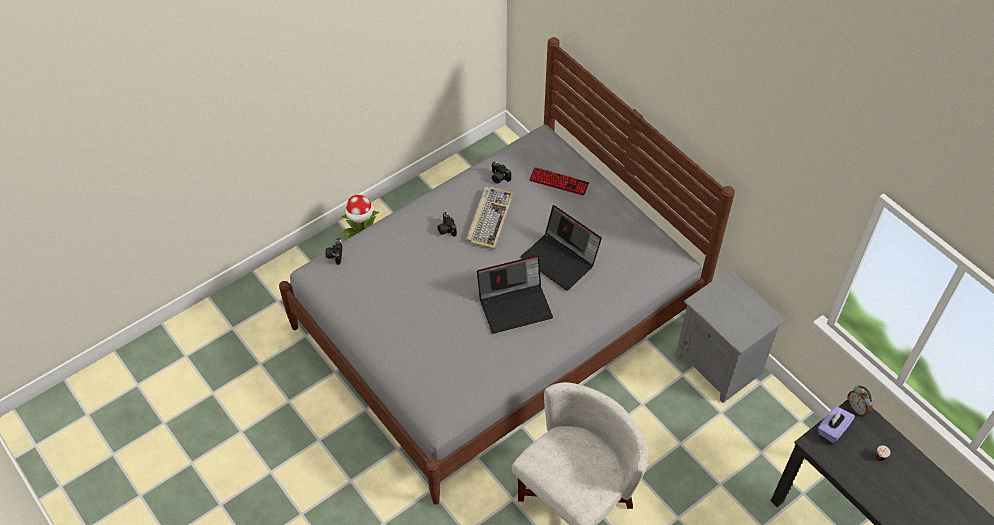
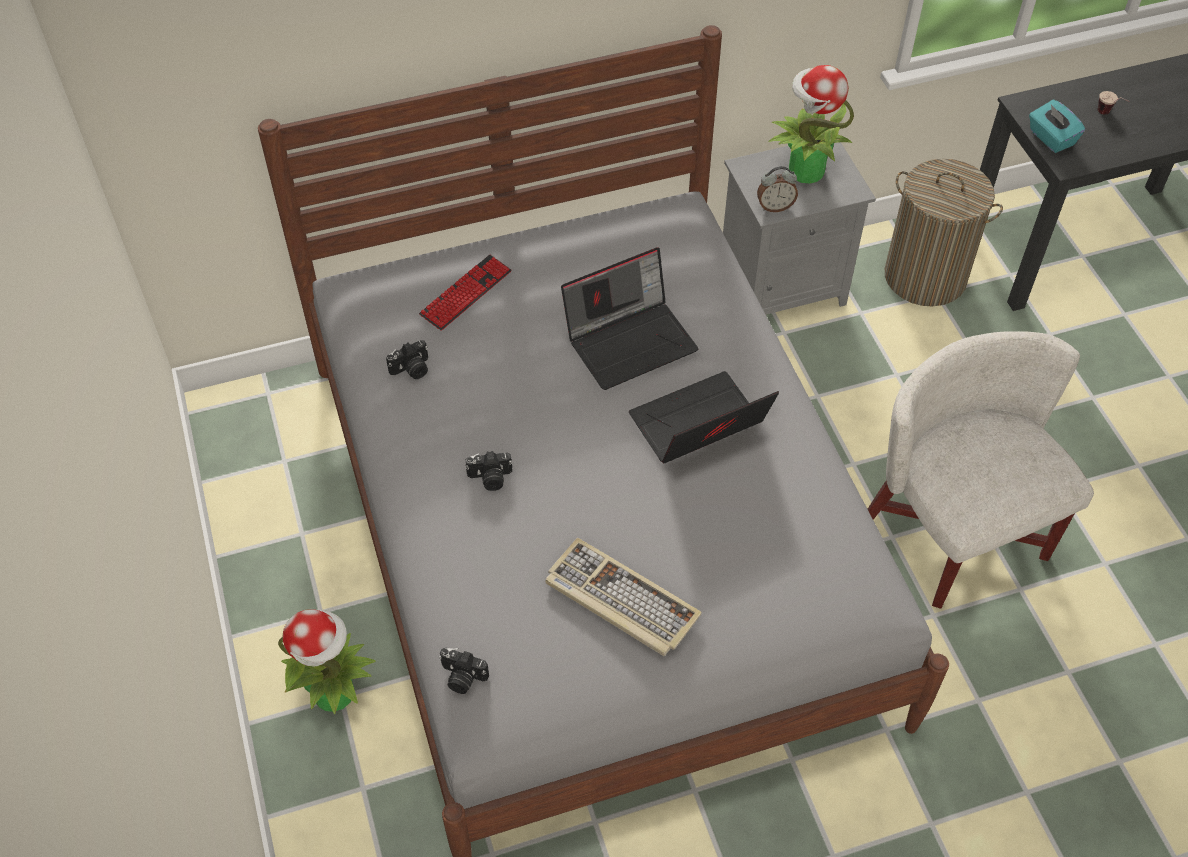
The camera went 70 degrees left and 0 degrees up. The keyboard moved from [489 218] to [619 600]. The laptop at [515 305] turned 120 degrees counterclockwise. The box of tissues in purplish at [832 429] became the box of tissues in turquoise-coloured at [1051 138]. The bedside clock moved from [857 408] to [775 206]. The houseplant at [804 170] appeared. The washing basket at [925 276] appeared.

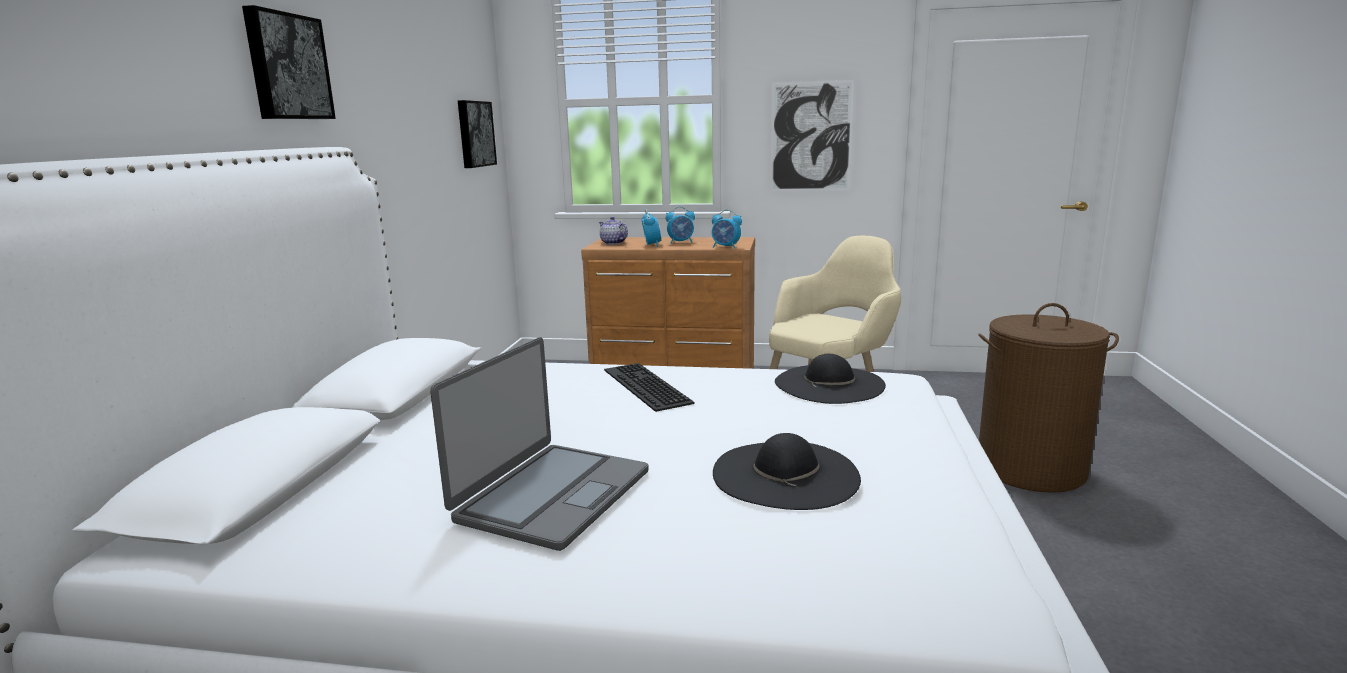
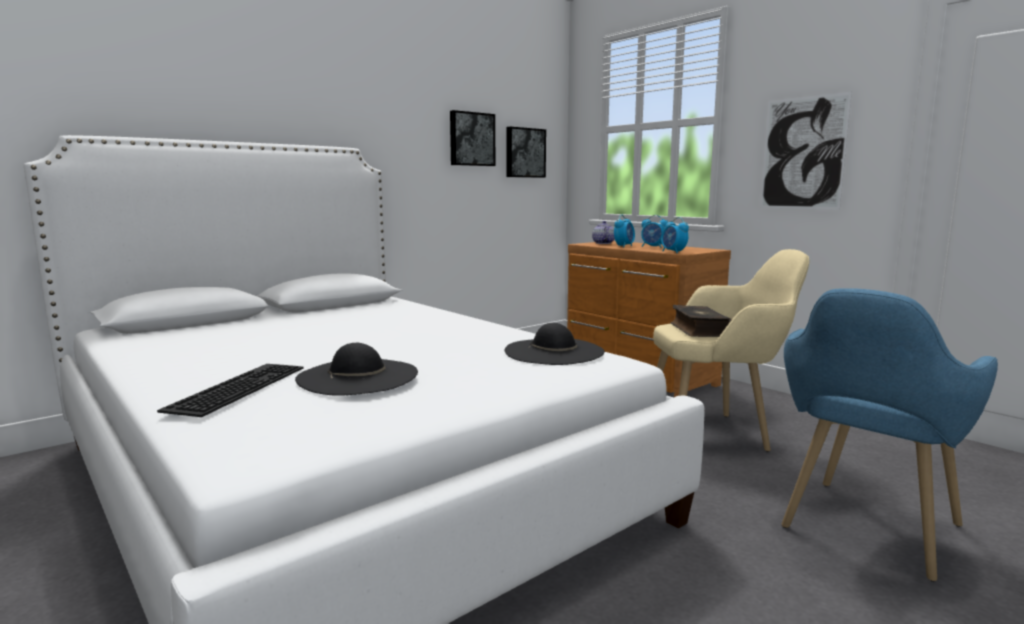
The camera went 40 degrees right and 5 degrees down. The picture moved from [287 67] to [471 139]. The laptop at [551 495] disappeared. The keyboard moved from [643 386] to [236 387]. The washing basket in brown at [1030 469] was replaced by the armchair in blue-coloured at [864 536]. The bound book at [699 330] appeared.

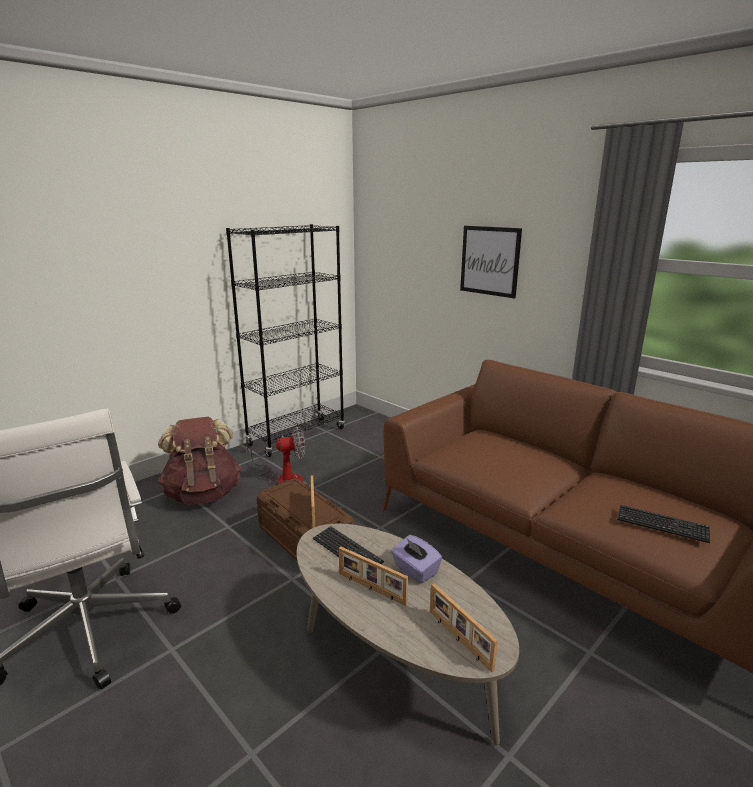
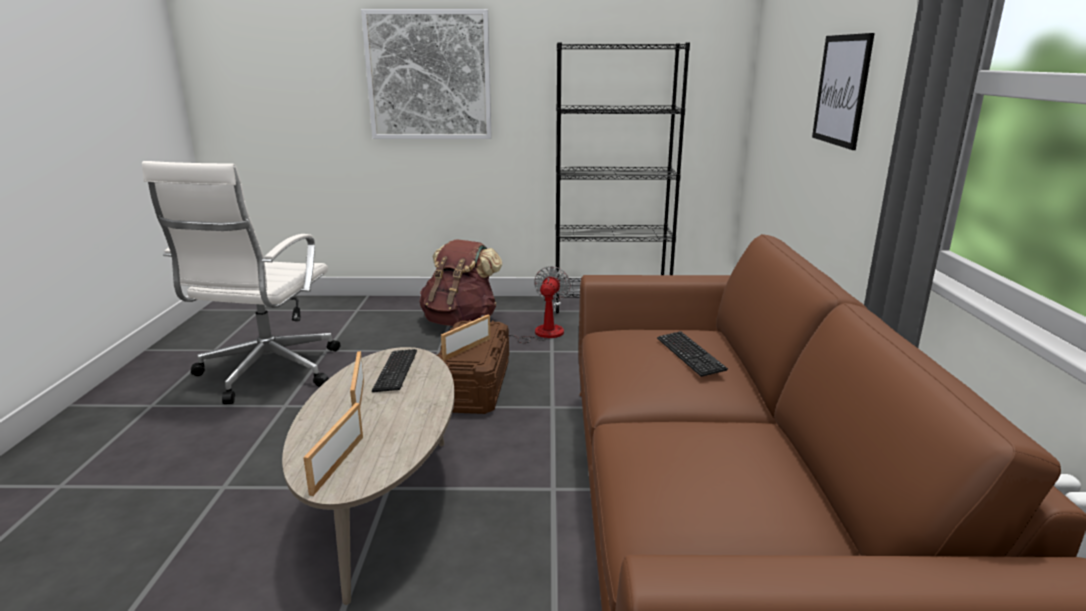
The camera went 45 degrees right and 0 degrees up. The fan at [282 478] turned 105 degrees counterclockwise. The box of tissues in purplish at [415 570] disappeared. The keyboard moved from [662 525] to [690 355]. The picture at [429 75] appeared.

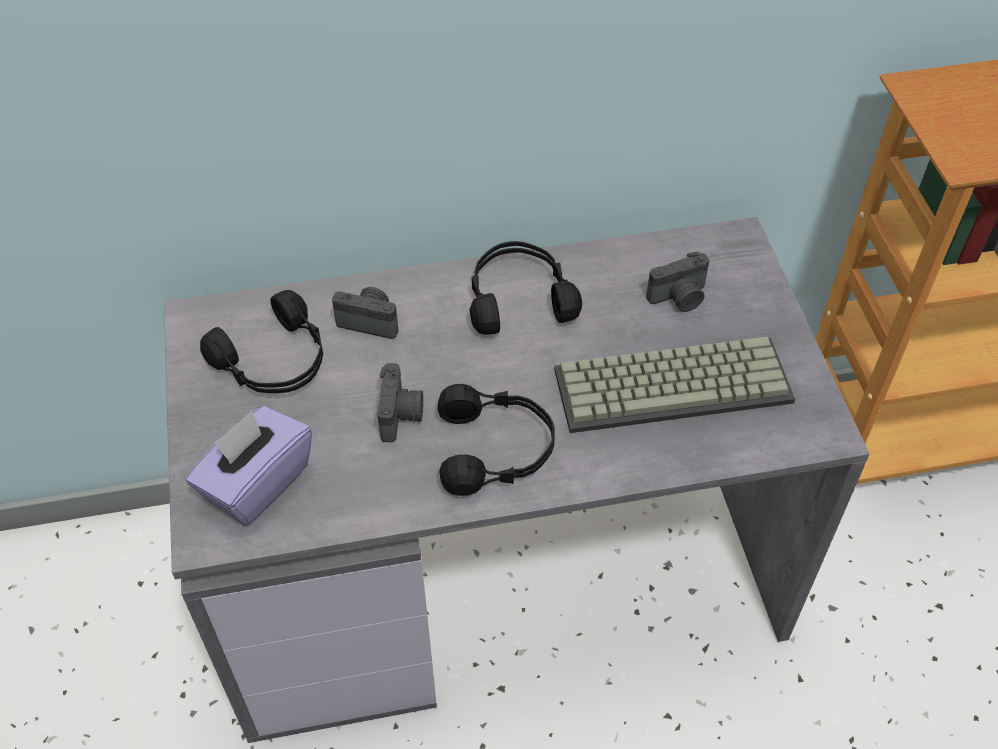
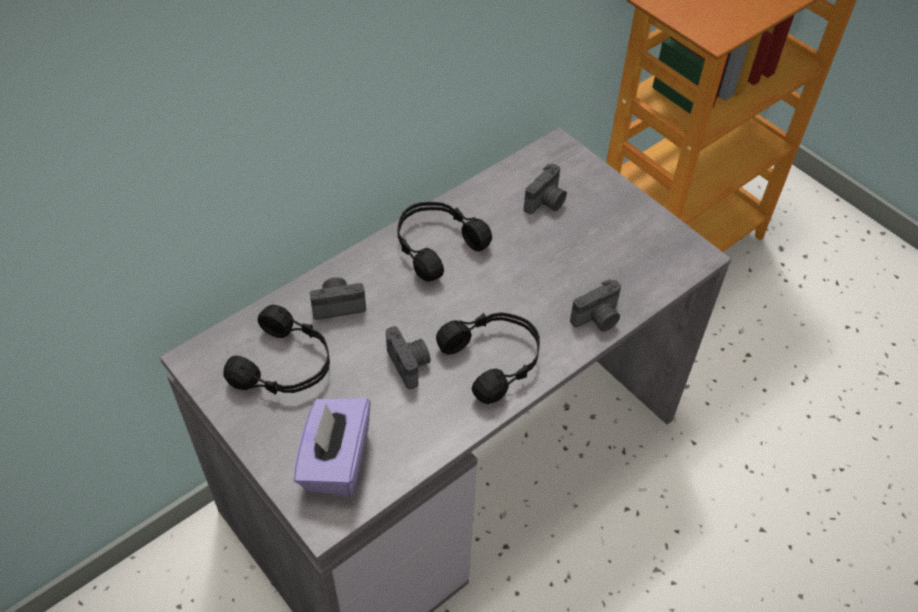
The camera went 30 degrees left and 0 degrees up. The keyboard at [674 383] disappeared. The still camera at [598 319] appeared.

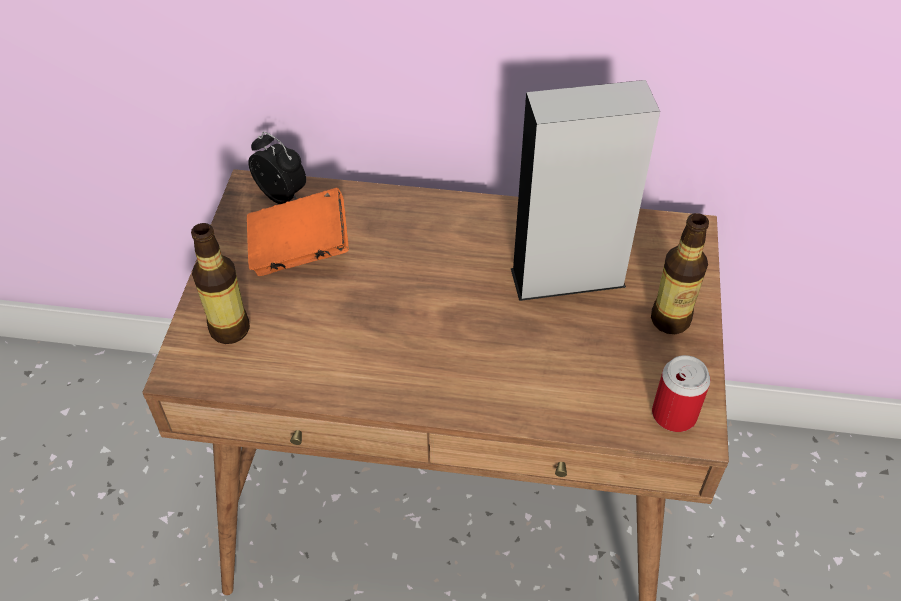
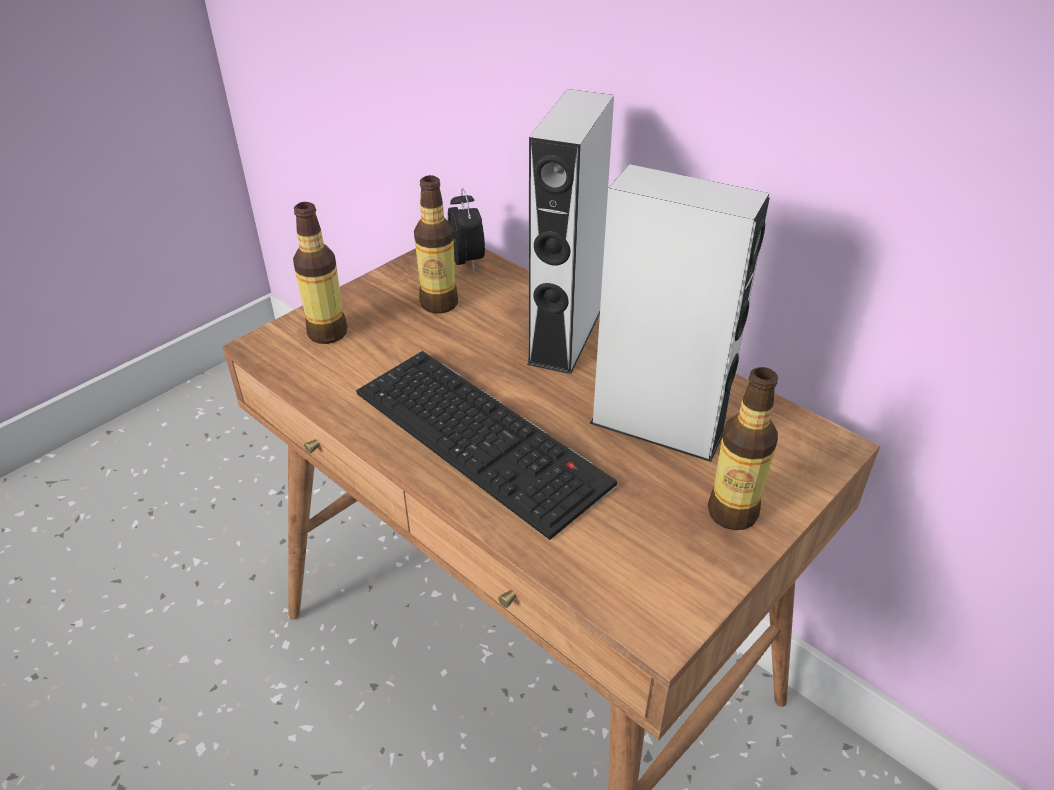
The camera went 35 degrees right and 10 degrees down. The bound book in orange-coloured at [300 250] was replaced by the drink bottle at [439 304]. The metal can at [674 414] disappeared. The keyboard at [484 437] appeared. The audio speaker in greyish at [565 336] appeared.

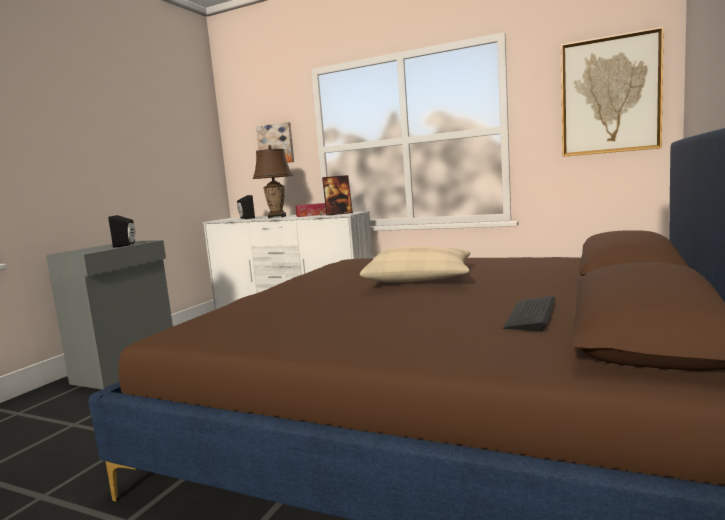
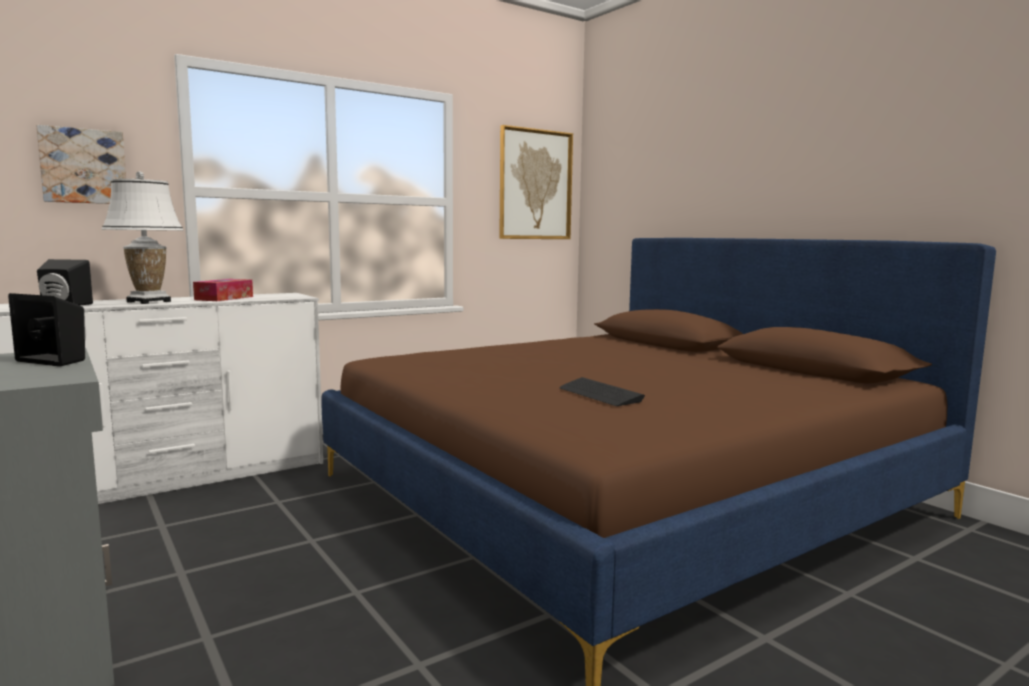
The camera went 60 degrees left and 0 degrees up. The lamp for a table in brown at [277 217] became the lamp for a table in white at [149 302]. The picture frame at [339 214] disappeared. The throw pillow in beige at [419 278] disappeared. The keyboard moved from [530 315] to [599 394].

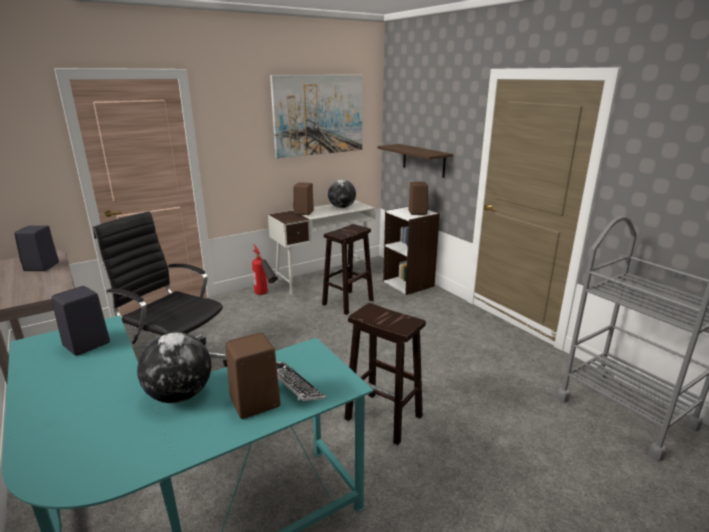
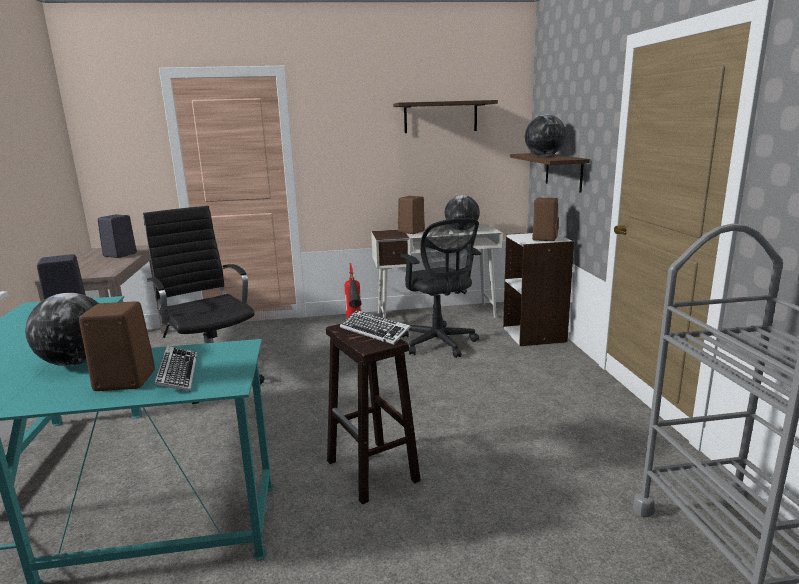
The camera went 25 degrees right and 5 degrees down. The picture at [319 115] was replaced by the shelf at [440 117]. The sitting stool in brown at [347 302] was replaced by the office chair in blackish at [439 344]. The keyboard at [374 331] appeared. The world globe at [544 156] appeared.

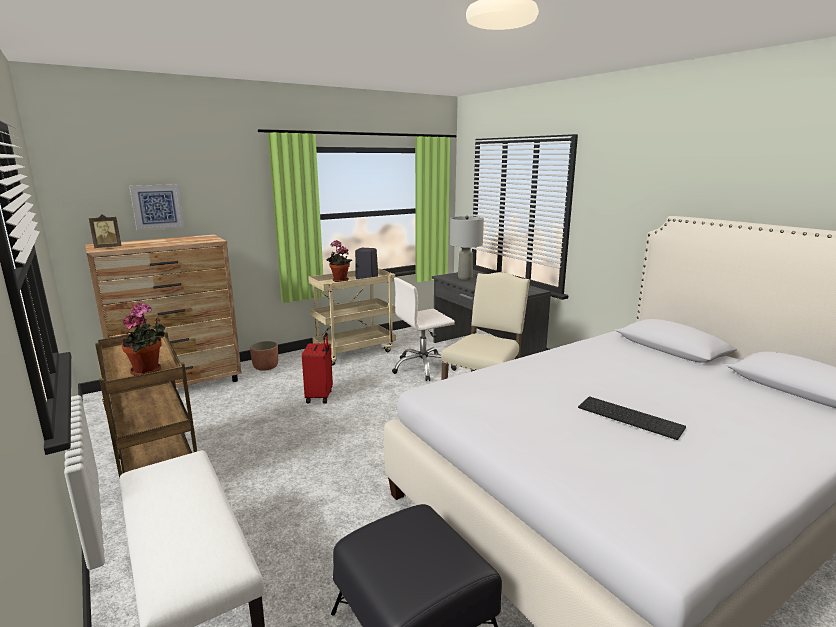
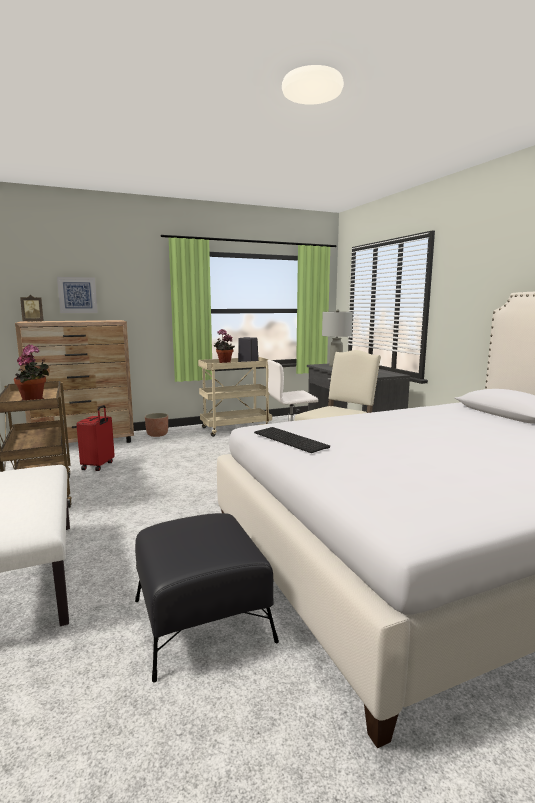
The camera went 10 degrees right and 5 degrees down. The piece of luggage in reddish moved from [320 396] to [98 466]. The keyboard moved from [631 417] to [292 439].

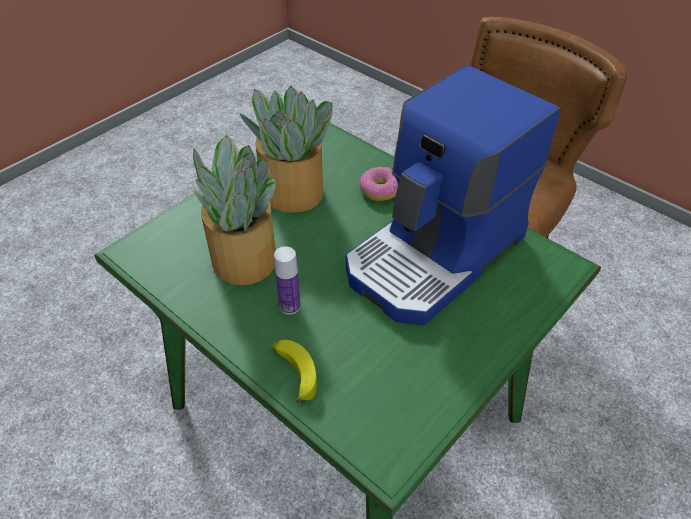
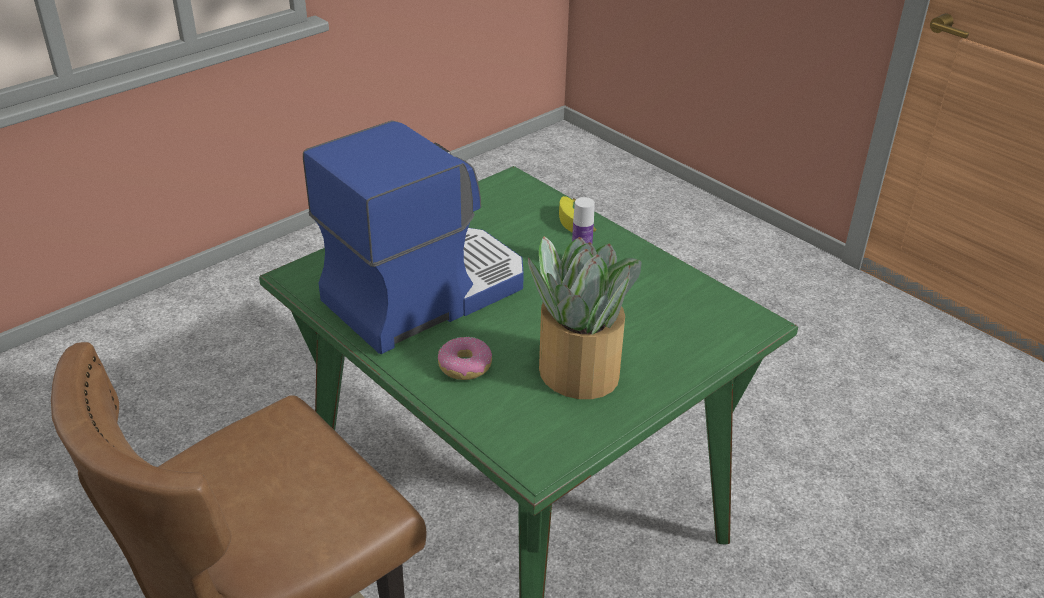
The camera went 175 degrees left and 10 degrees down. The houseplant at [244 257] disappeared.

